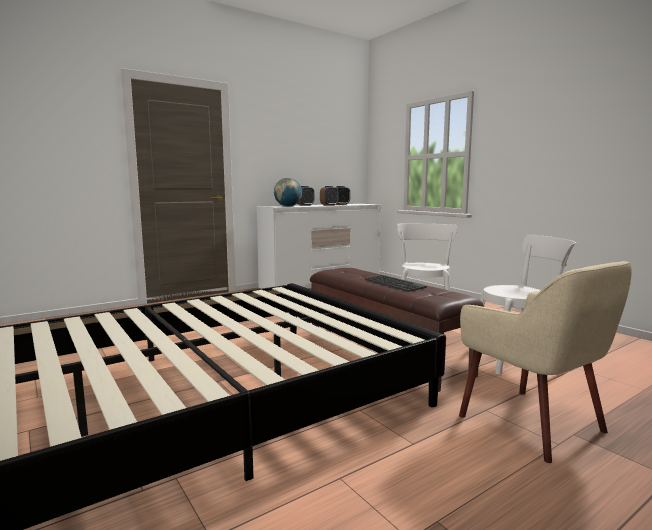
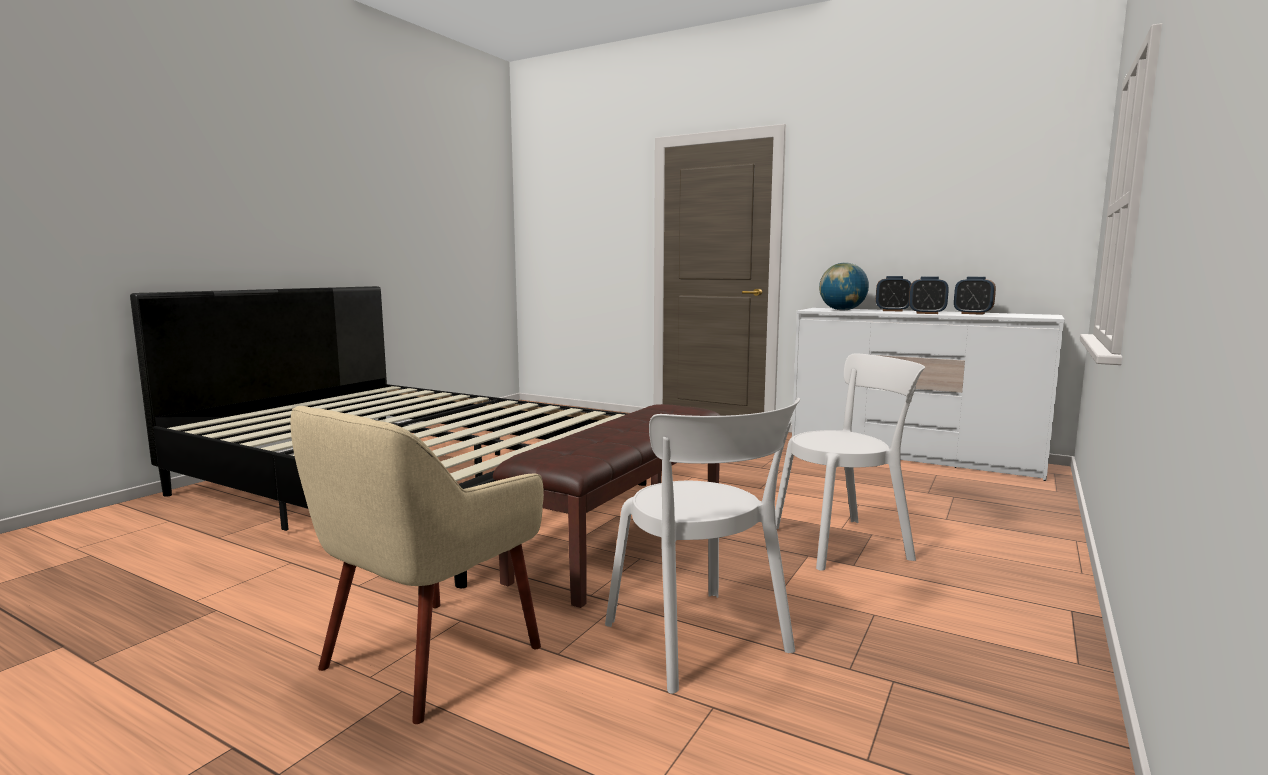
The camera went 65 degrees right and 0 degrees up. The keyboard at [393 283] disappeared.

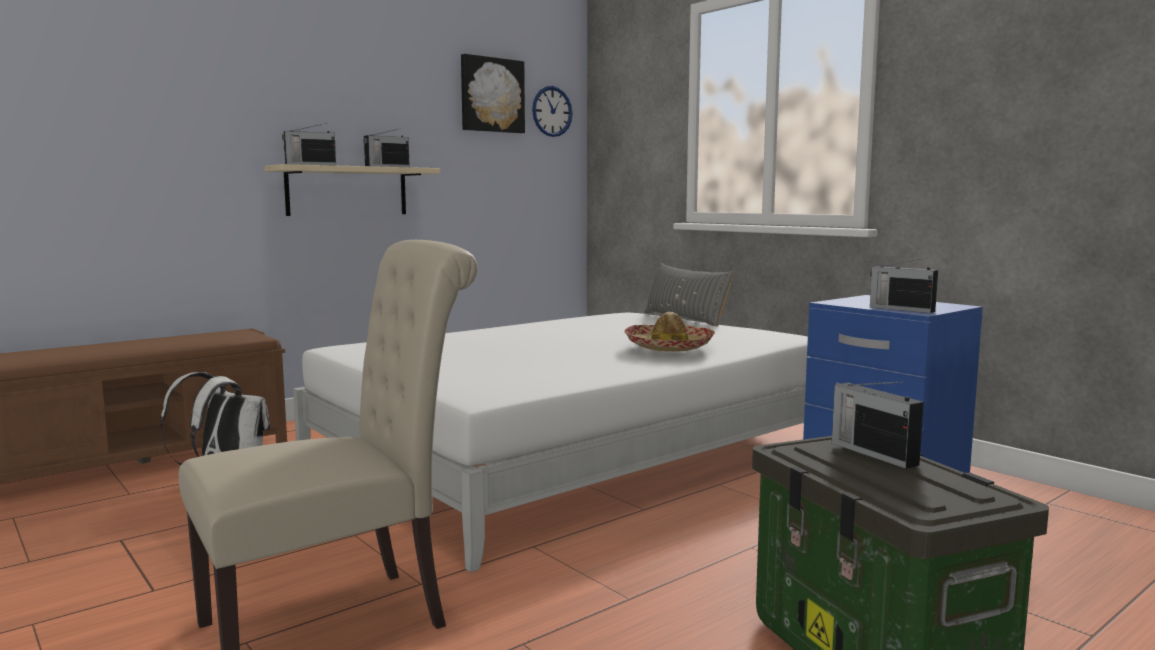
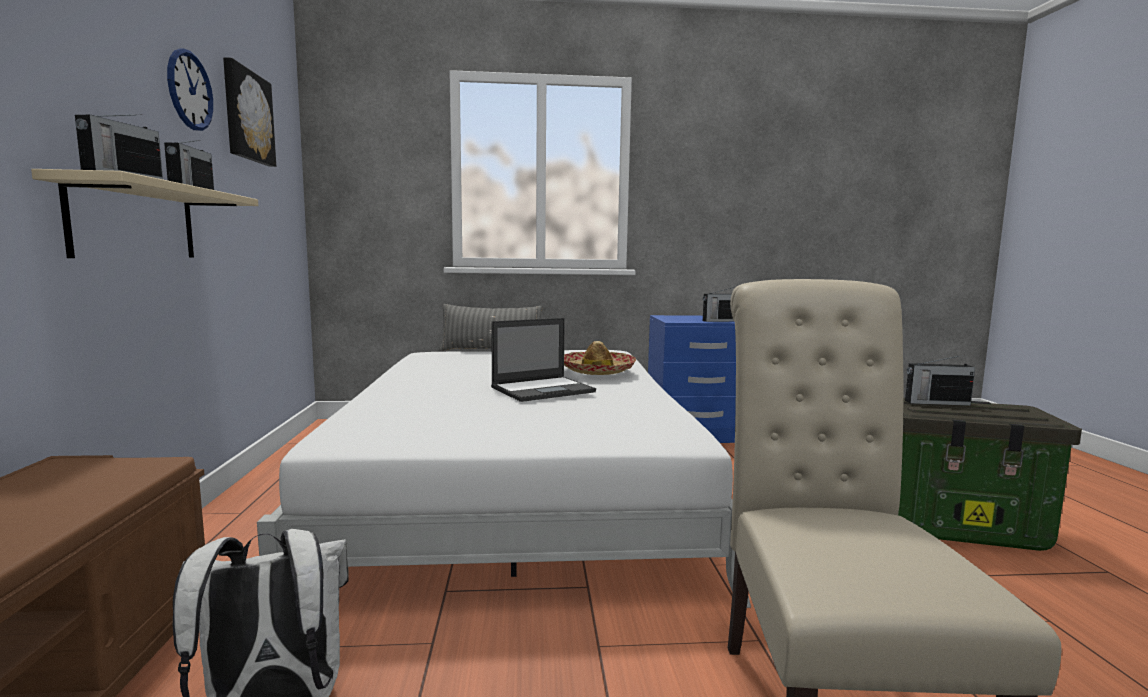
The camera went 55 degrees left and 0 degrees up. The clock on the wall moved from [552 111] to [190 90]. The laptop at [544 389] appeared.

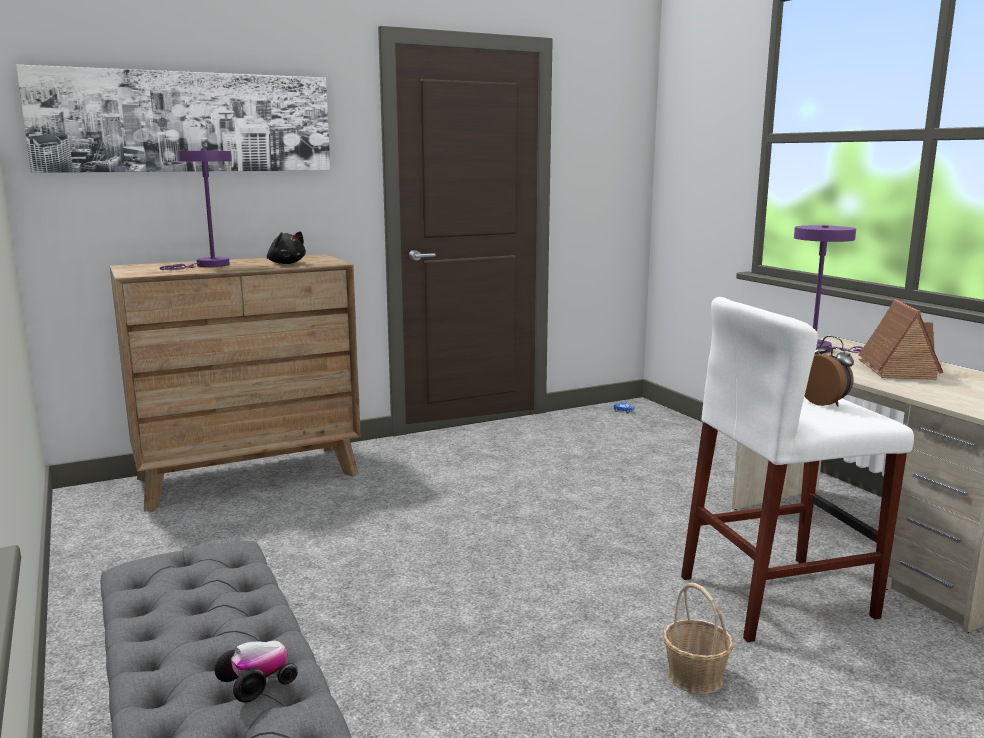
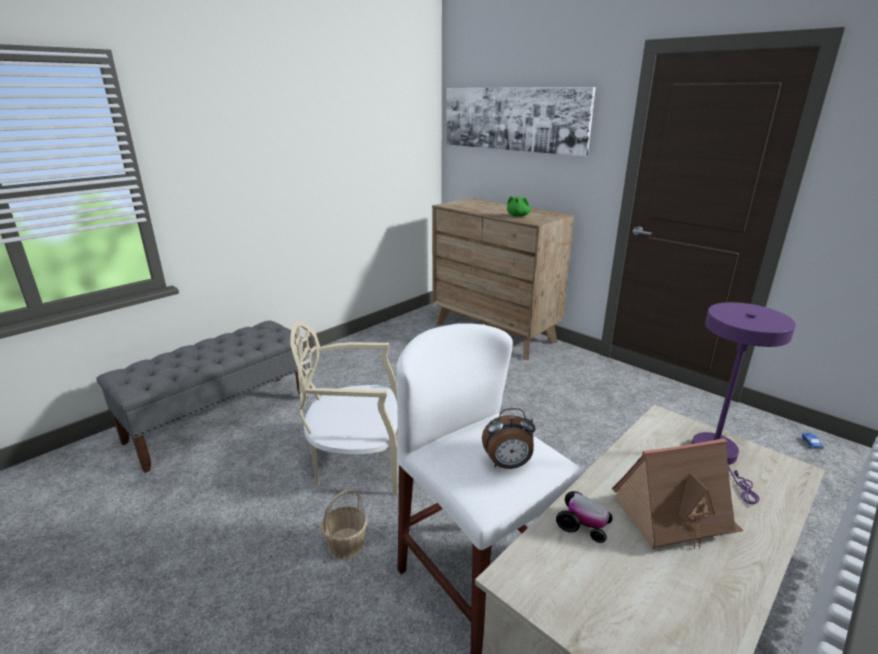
The camera went 70 degrees right and 10 degrees up. The lamp for a table in purplish at [208 265] disappeared. The miniature car moved from [258 683] to [583 525]. The plush toy in blackish at [286 263] became the plush toy in greenish at [518 216]. The bedside clock at [825 403] turned 45 degrees clockwise. The chair in beige at [357 463] appeared.

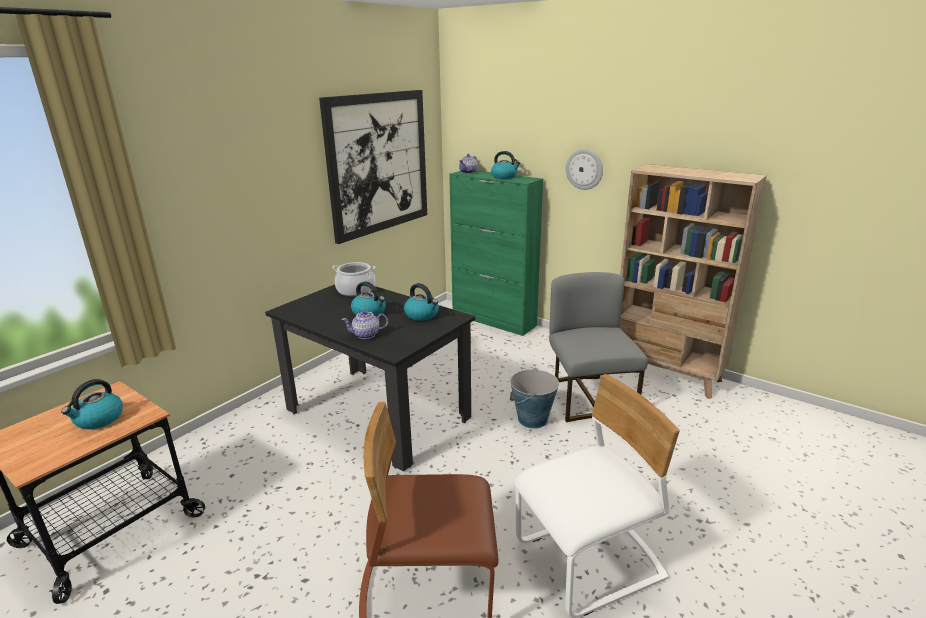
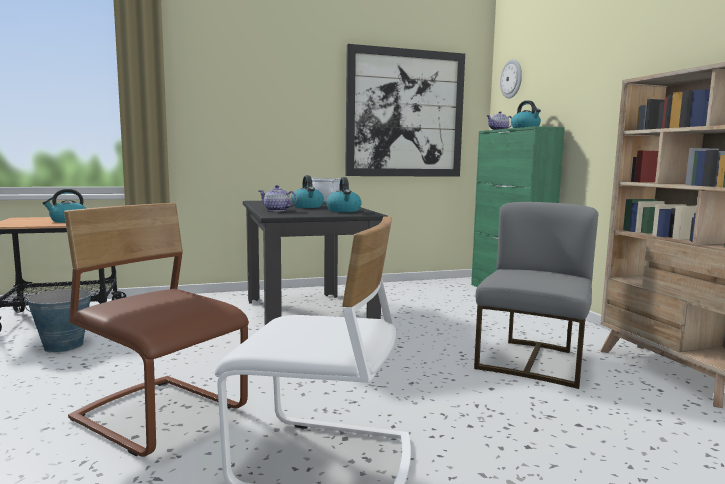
The camera went 35 degrees right and 15 degrees down. The water bucket moved from [532 419] to [63 346]. The clock on the wall moved from [584 169] to [511 79].

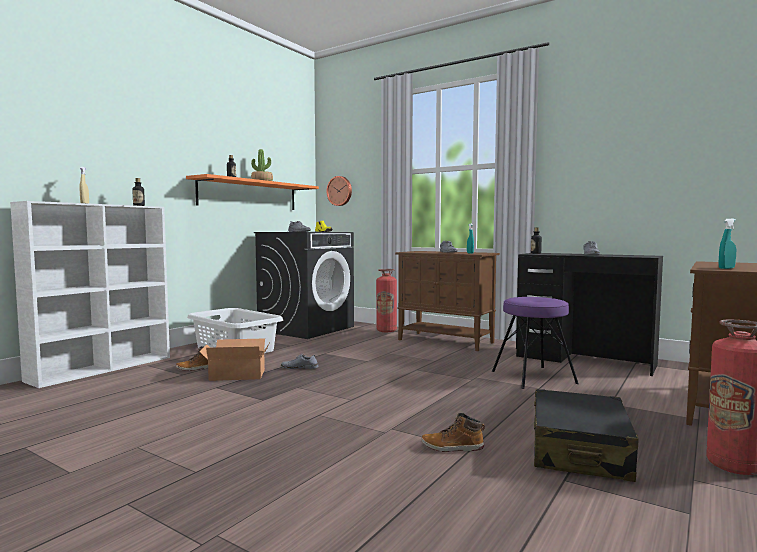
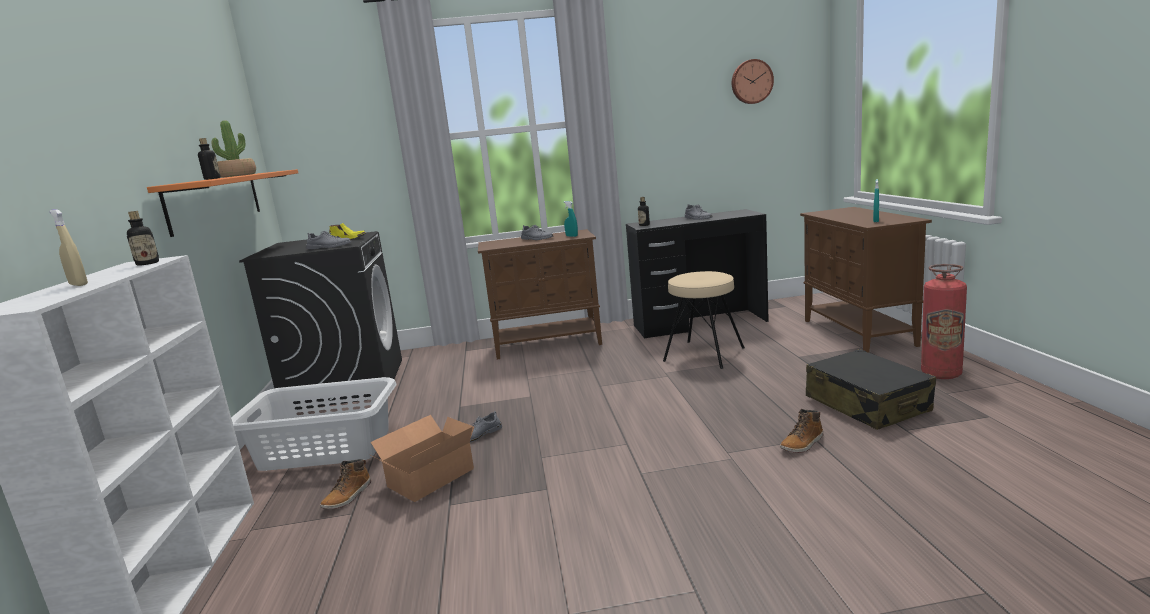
The camera went 40 degrees left and 10 degrees up. The clock on the wall moved from [340 191] to [751 82]. The extinguisher at [386 331] disappeared. The sitting stool in purplish at [533 377] became the sitting stool in beige at [703 354].

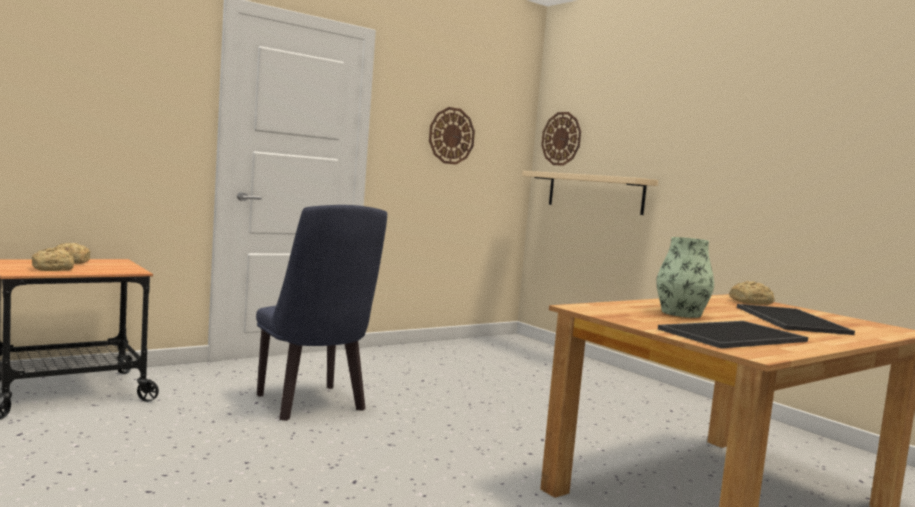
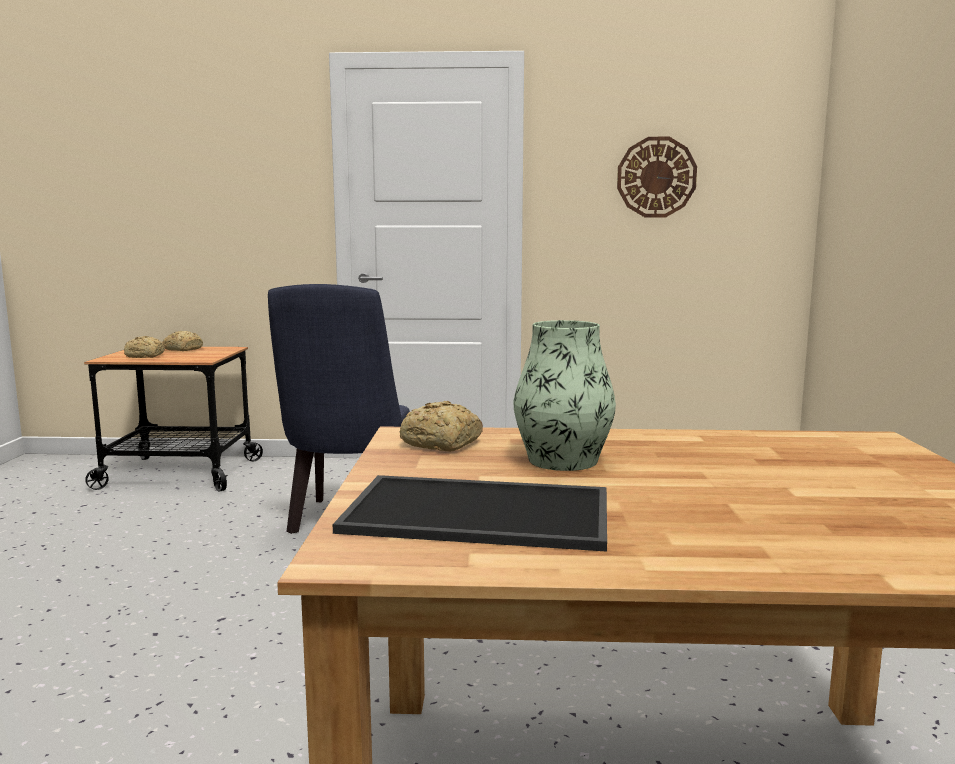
The camera went 40 degrees right and 5 degrees up. The shelf in beige at [594 192] disappeared. The clock on the wall at [561 138] disappeared. The bakery bread moved from [751 302] to [442 444]. The carrying tray at [788 319] disappeared.

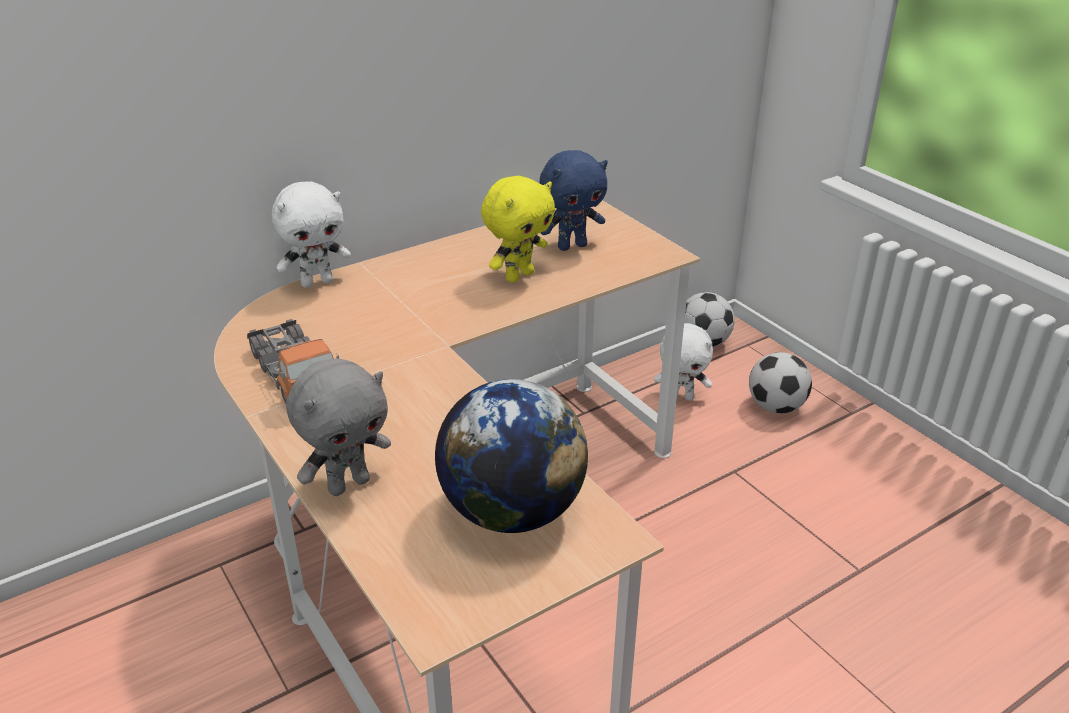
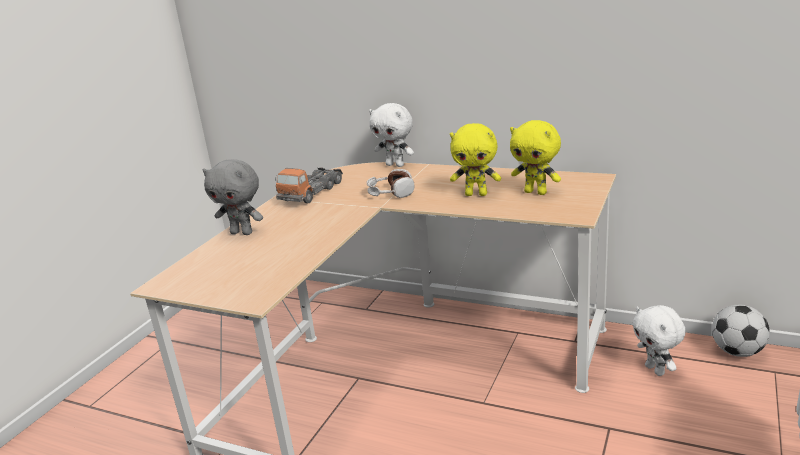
The camera went 60 degrees right and 10 degrees down. The world globe at [512 511] disappeared. The plush toy in blue-coloured at [572 246] became the plush toy in yellowish at [536 192]. The ball for football at [775 407] disappeared. The headset at [391 193] appeared.

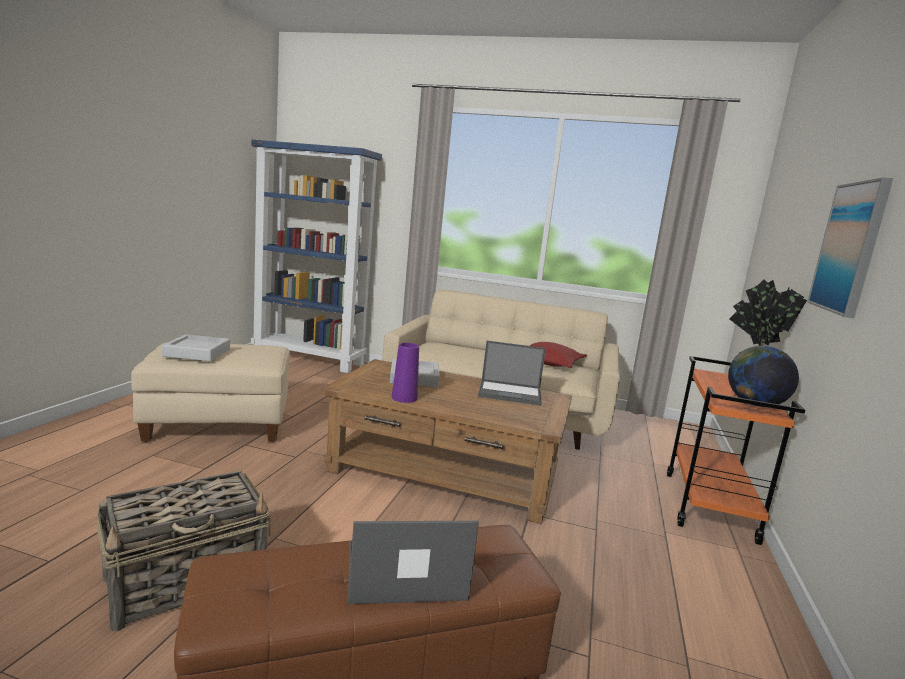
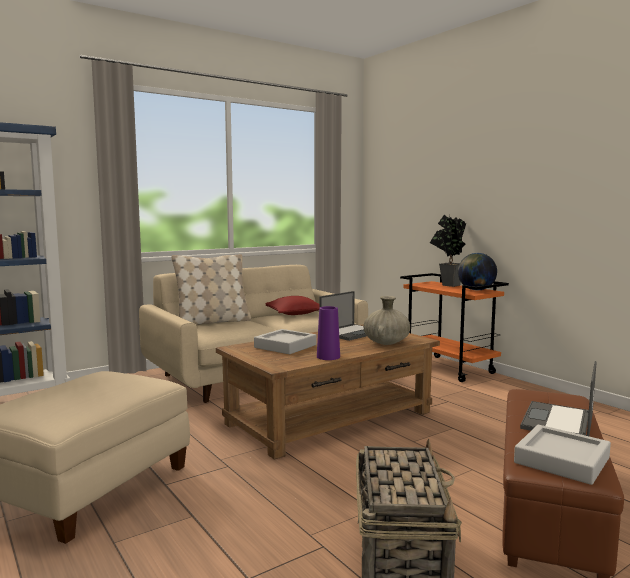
The camera went 50 degrees left and 5 degrees down. The carrying tray in greyish moved from [197 353] to [562 460]. The picture at [849 248] disappeared. The throw pillow in beige at [213 322] appeared. The flower vase in beige at [386 343] appeared.

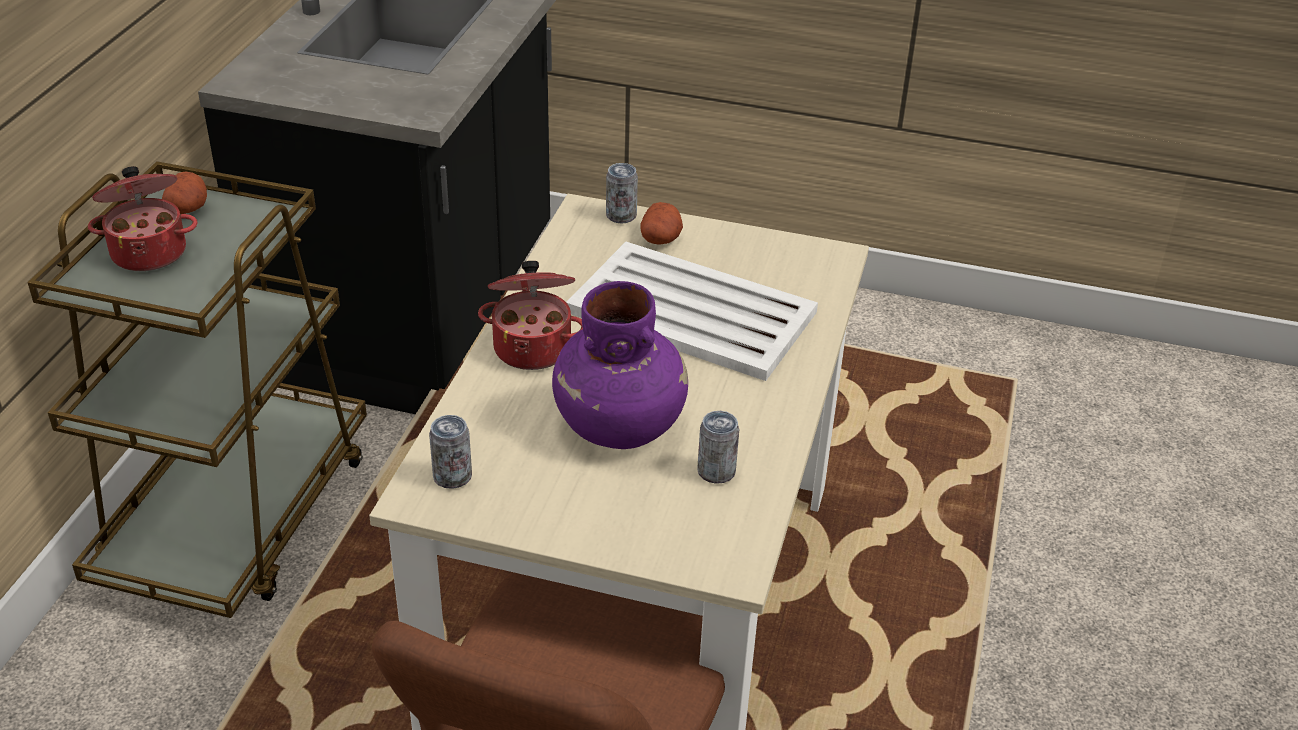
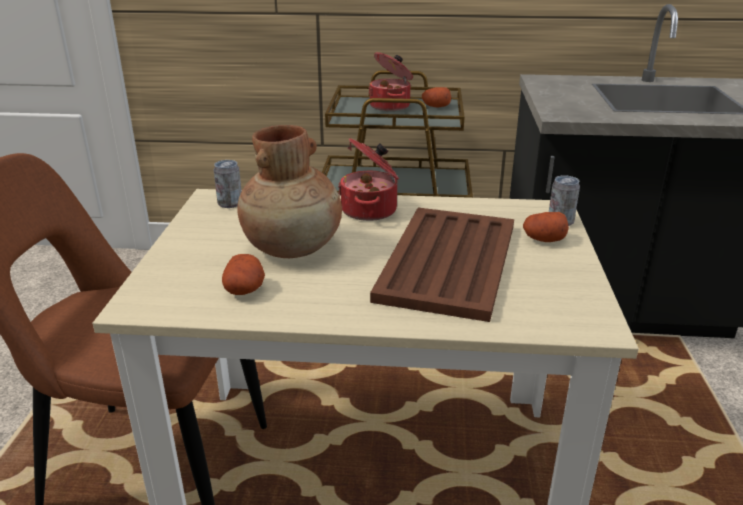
The camera went 80 degrees right and 10 degrees down. The flower vase in purplish at [620 424] became the flower vase in brown at [293 247]. The carrying tray in white at [693 313] became the carrying tray in brown at [447 262]. The metal can at [716 472] was replaced by the potato at [244 289].

